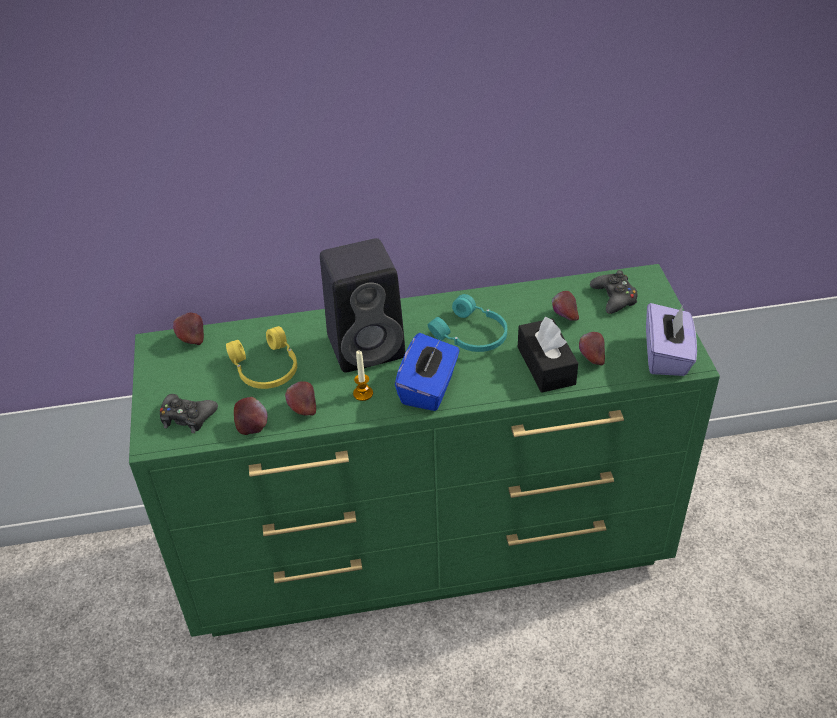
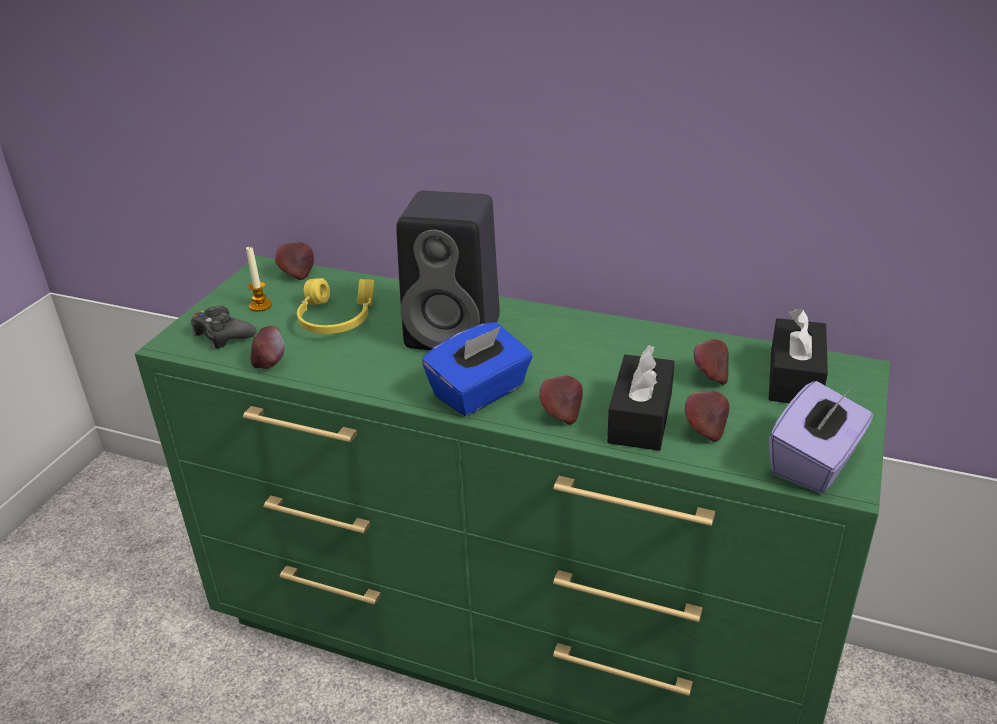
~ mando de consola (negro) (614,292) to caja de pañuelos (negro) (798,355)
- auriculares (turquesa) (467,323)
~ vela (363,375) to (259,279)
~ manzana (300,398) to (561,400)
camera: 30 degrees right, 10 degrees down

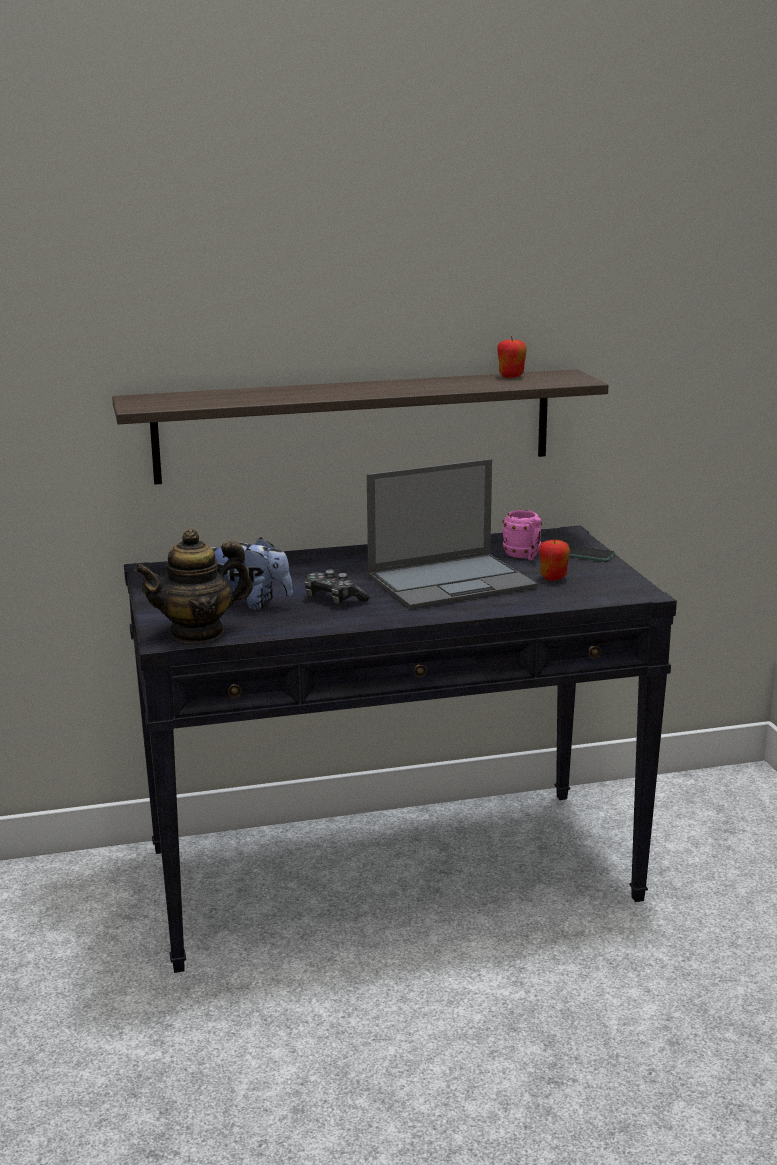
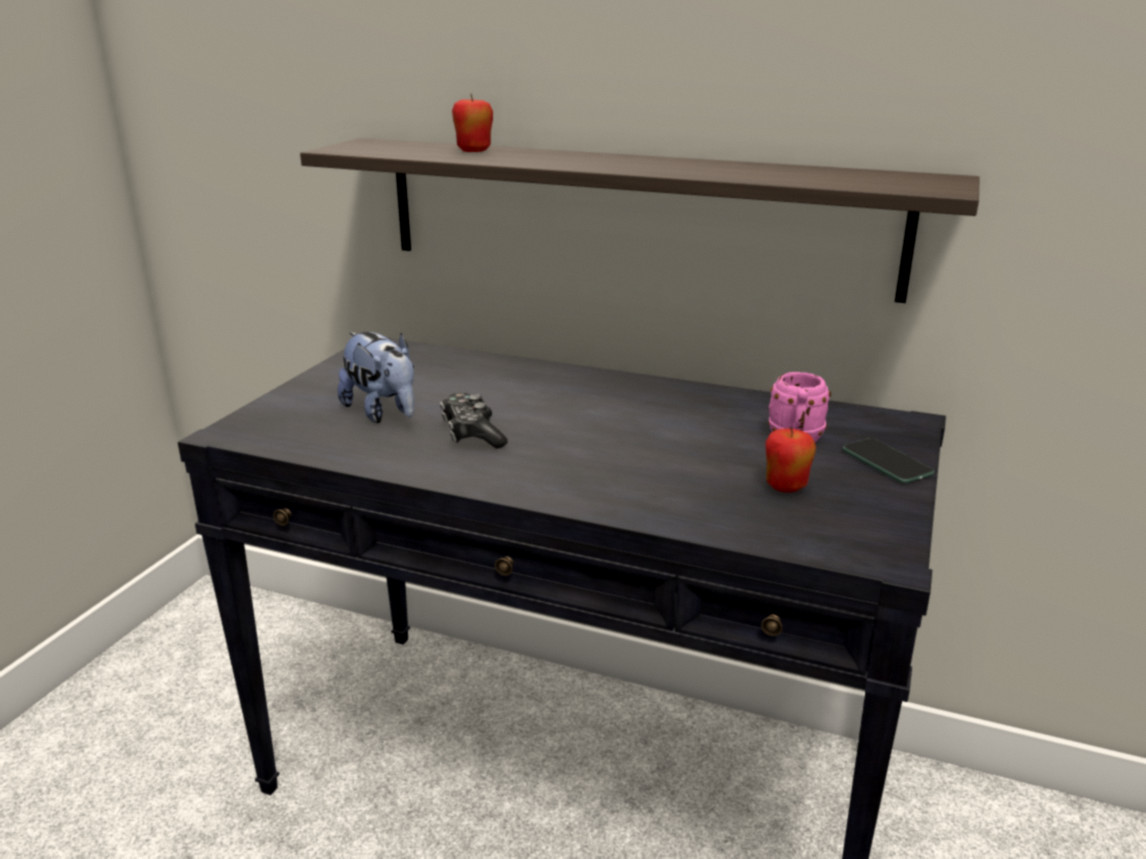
~ manzana (512,357) to (472,123)
- portátil (452,534)
- tetera (193,586)
camera: 35 degrees right, 5 degrees up

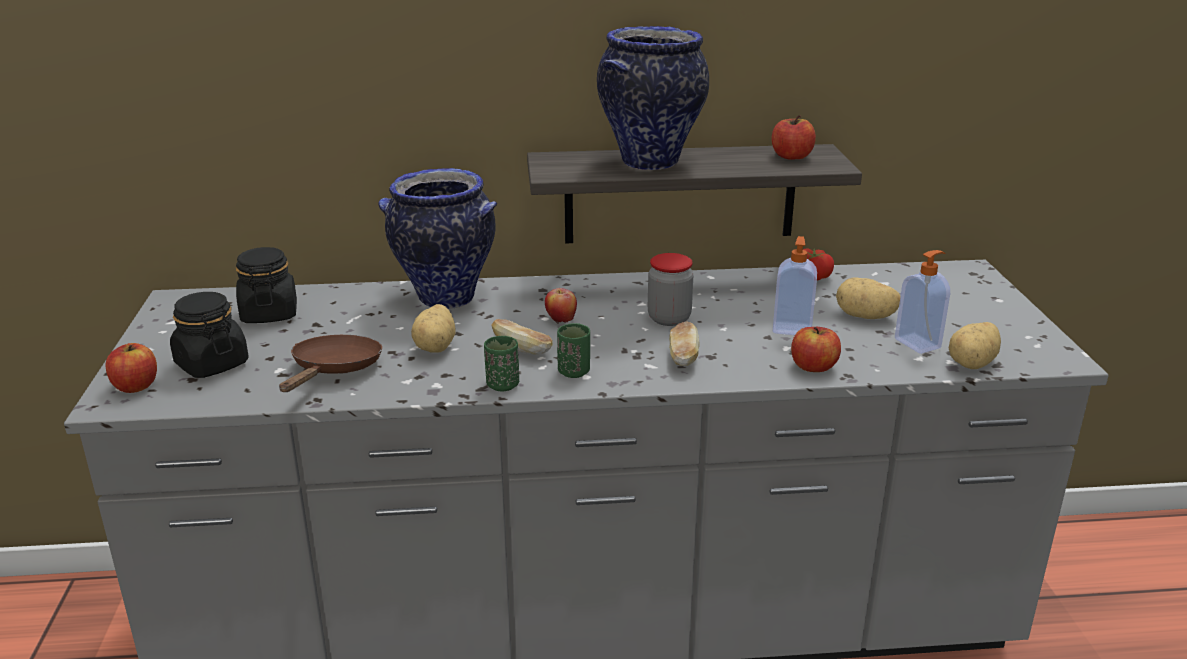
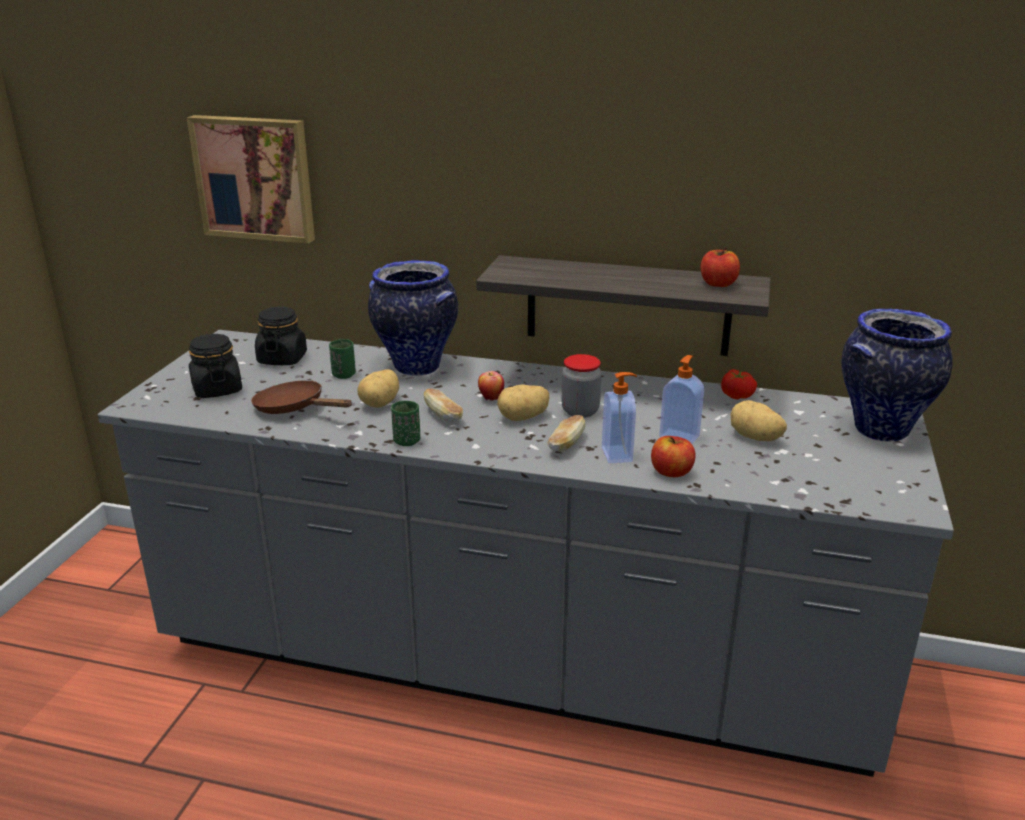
~ florero (653,98) to (896,375)
~ dispensador de jabón (922,302) to (619,417)
~ patata (975,345) to (523,403)
~ taza (verde) (573,350) to (342,359)
~ sartén (marrón) (330,363) = (301,397) 90 degrees counterclockwise
- manzana (131,368)
+ cuadro (251,179)
camera: 20 degrees right, 0 degrees up

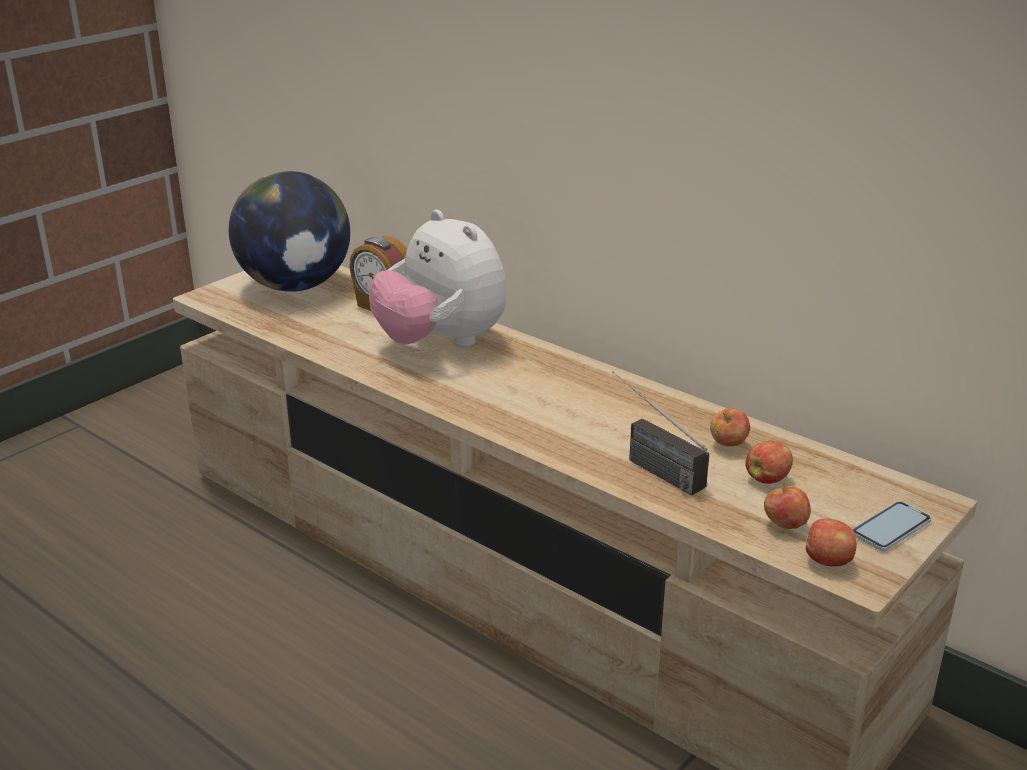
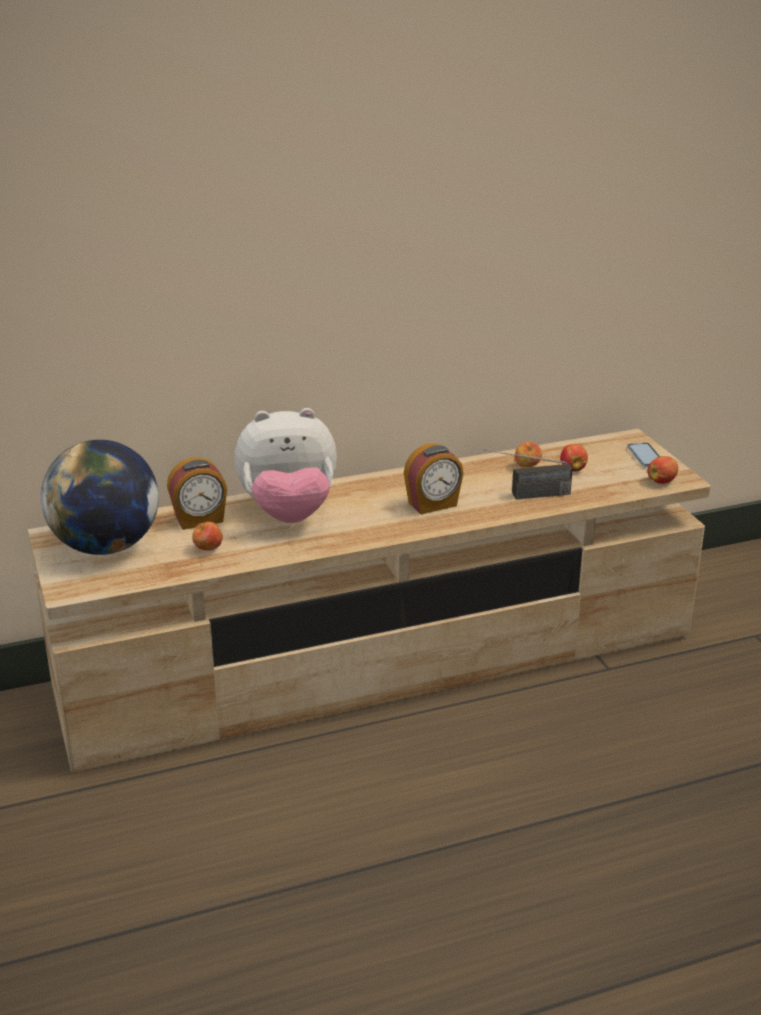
~ manzana (787,506) to (207,536)
+ despertador (434,479)
camera: 60 degrees left, 0 degrees up

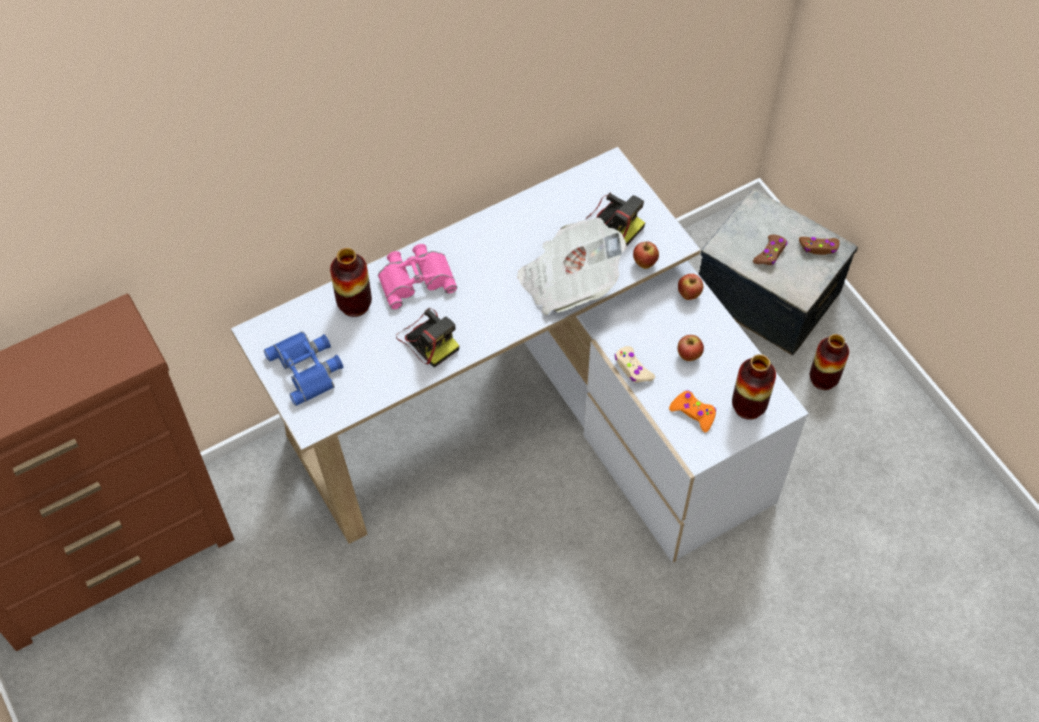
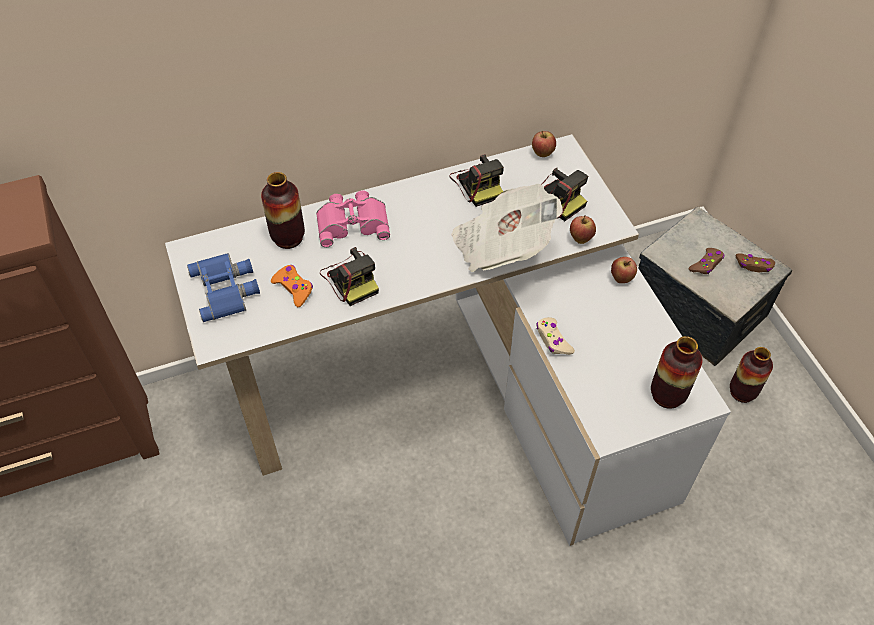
~ manzana (690,348) to (544,144)
~ mando de consola (naranja) (692,411) to (292,286)
+ cámara (477,180)
camera: 10 degrees right, 5 degrees down

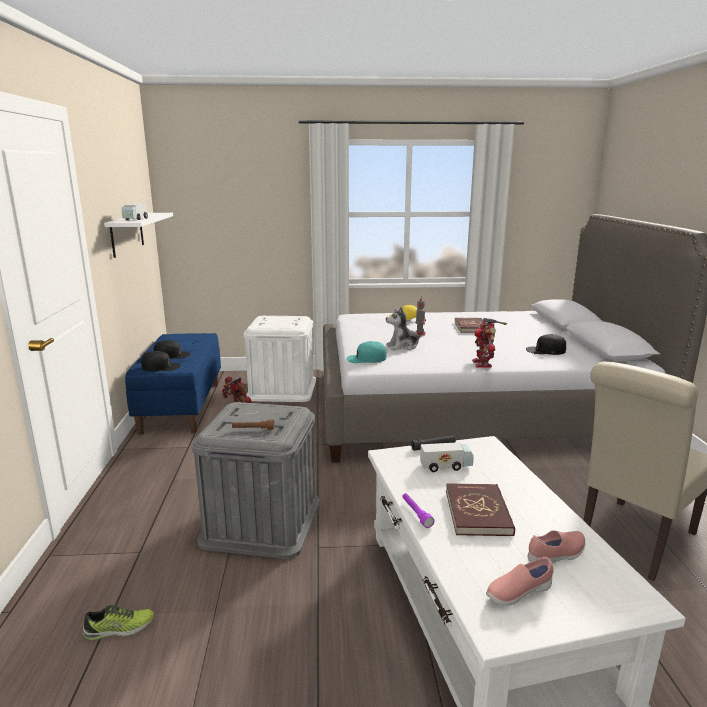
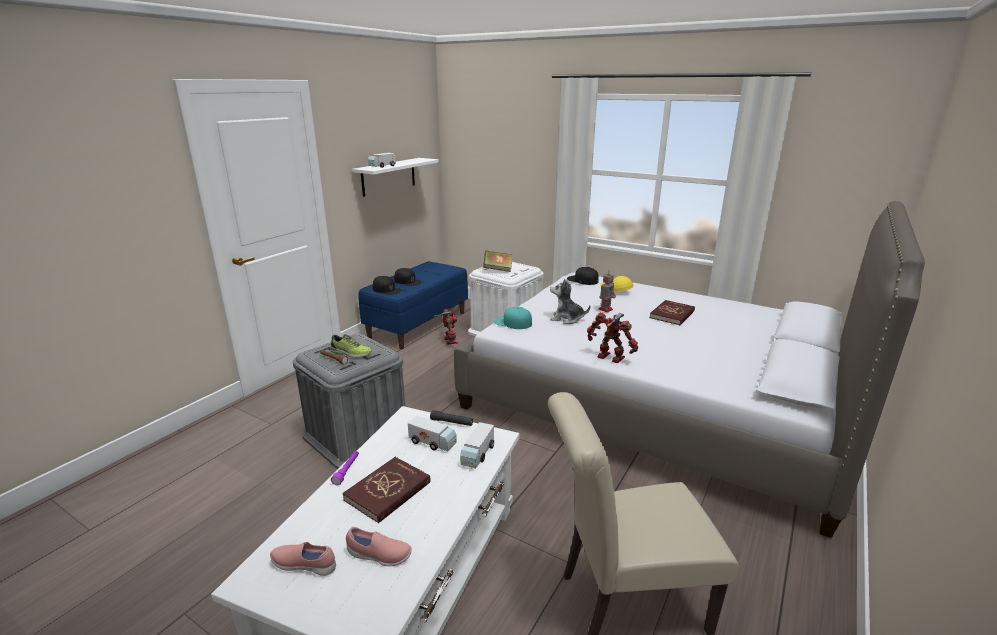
~ robot de juguete (489,342) = (612,337) 90 degrees clockwise
~ gorra (negro) (546,344) to (583,276)
~ zapato (118,622) to (351,346)
+ libro (497,261)
+ camión de juguete (477,445)
camera: 35 degrees right, 5 degrees up

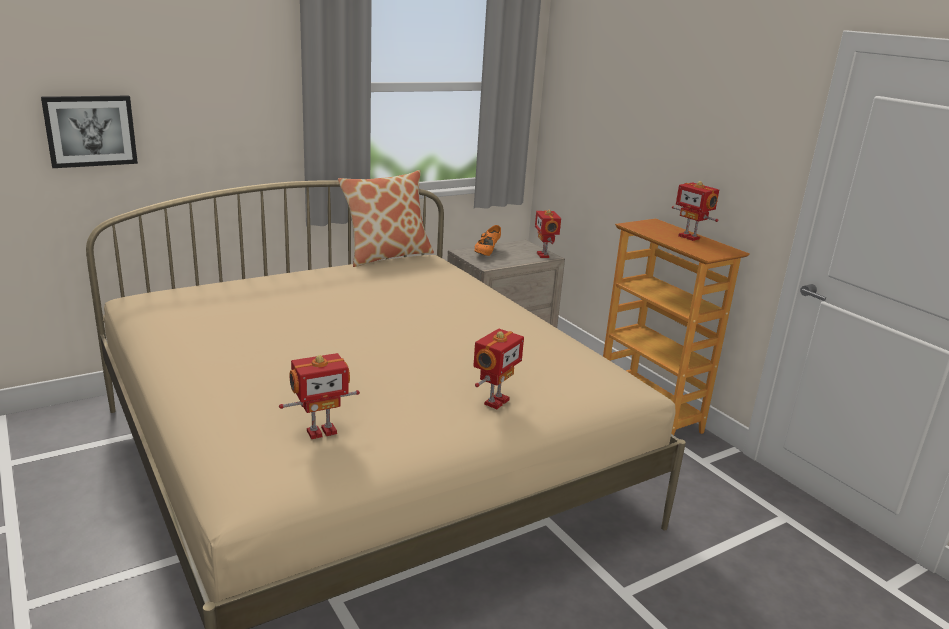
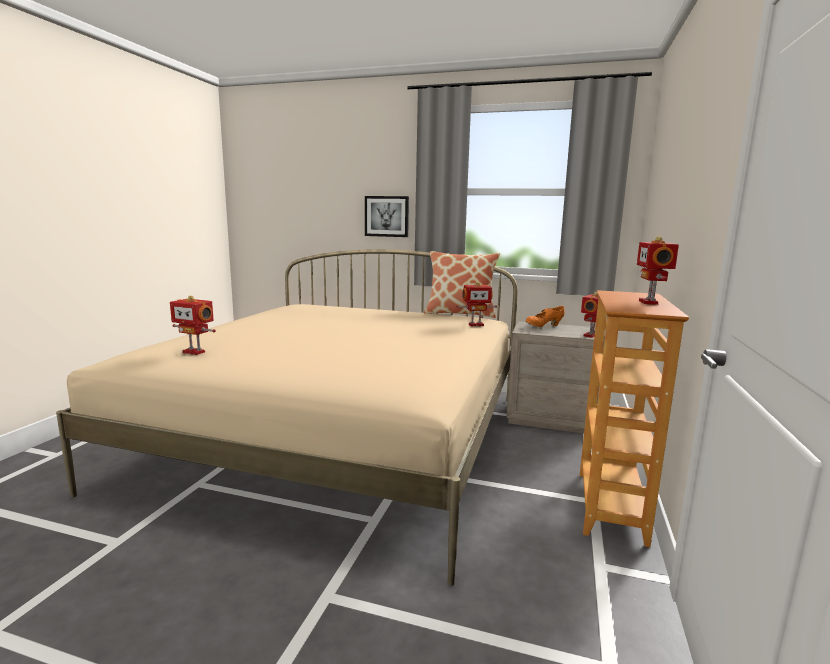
~ cuadro (89,132) to (387,216)
~ robot de juguete (498,369) to (476,304)
camera: 50 degrees right, 10 degrees down

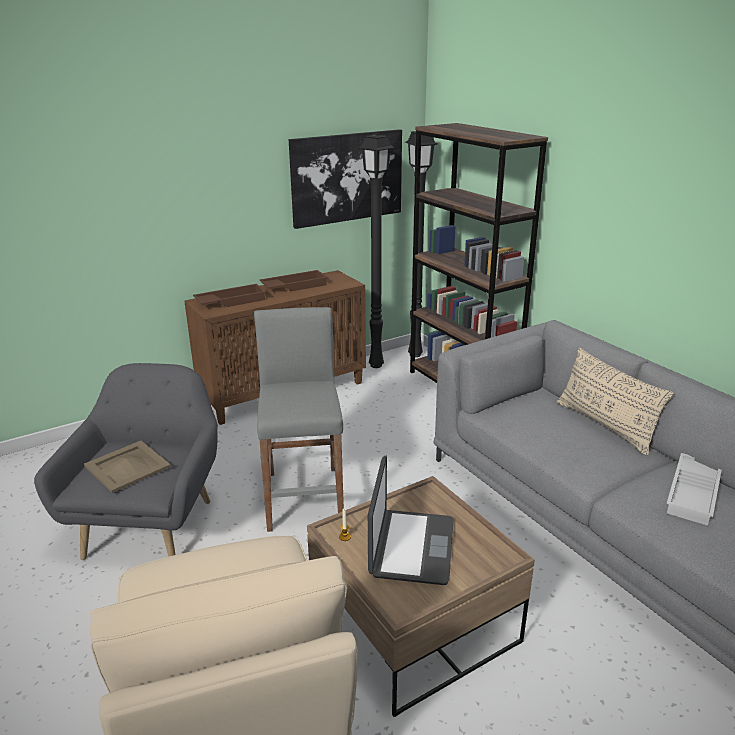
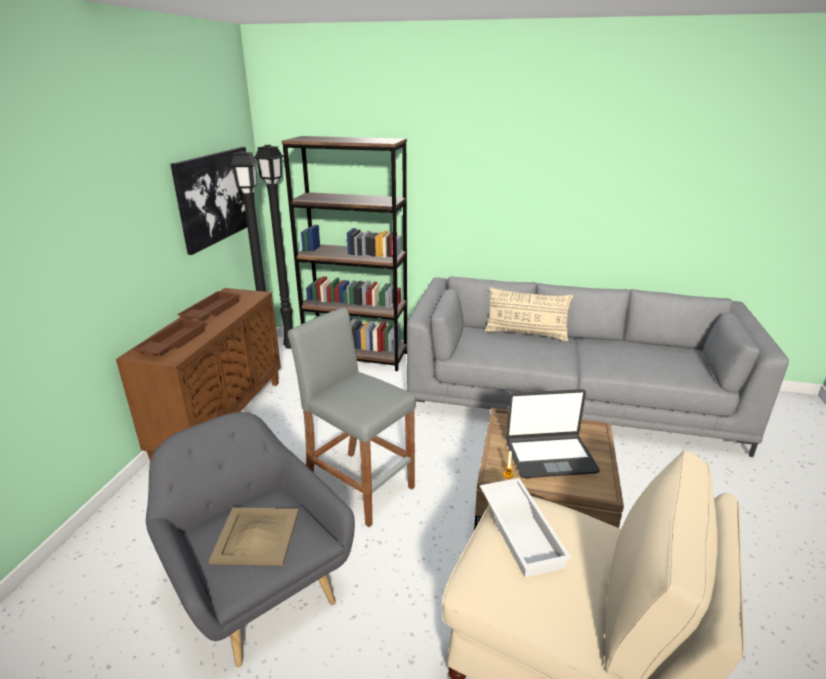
~ bandeja (blanco) (694,489) to (525,527)
~ portátil (411,520) = (553,433) 120 degrees clockwise
camera: 45 degrees left, 0 degrees up

